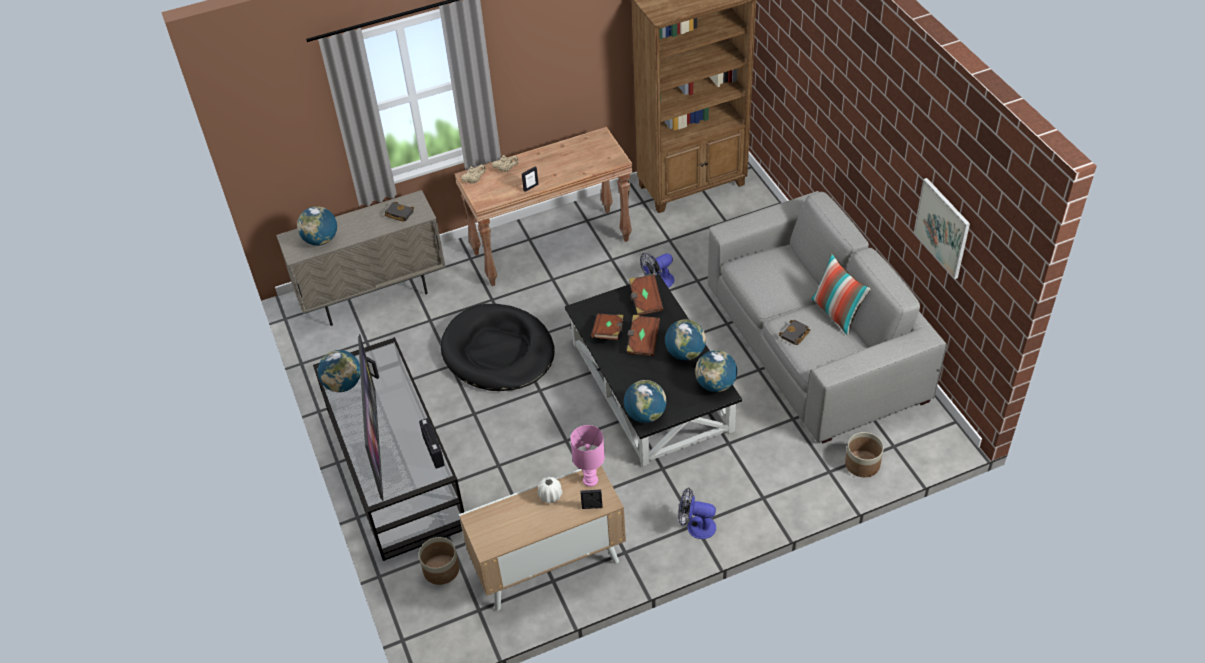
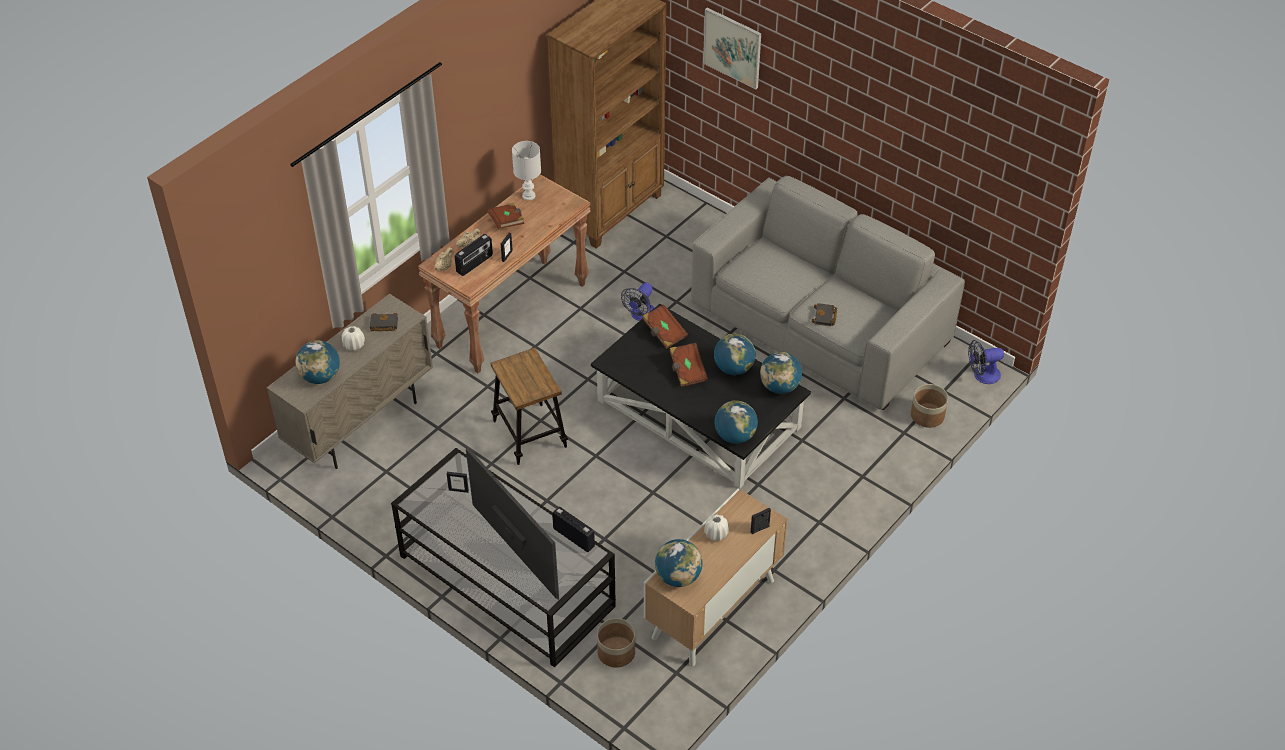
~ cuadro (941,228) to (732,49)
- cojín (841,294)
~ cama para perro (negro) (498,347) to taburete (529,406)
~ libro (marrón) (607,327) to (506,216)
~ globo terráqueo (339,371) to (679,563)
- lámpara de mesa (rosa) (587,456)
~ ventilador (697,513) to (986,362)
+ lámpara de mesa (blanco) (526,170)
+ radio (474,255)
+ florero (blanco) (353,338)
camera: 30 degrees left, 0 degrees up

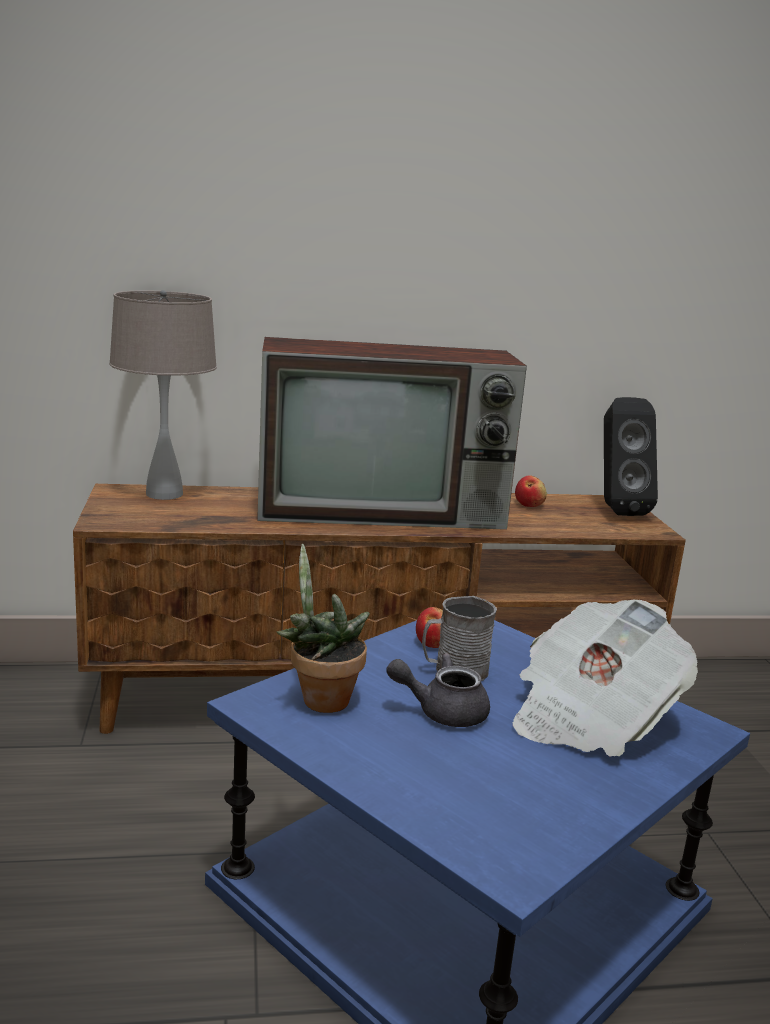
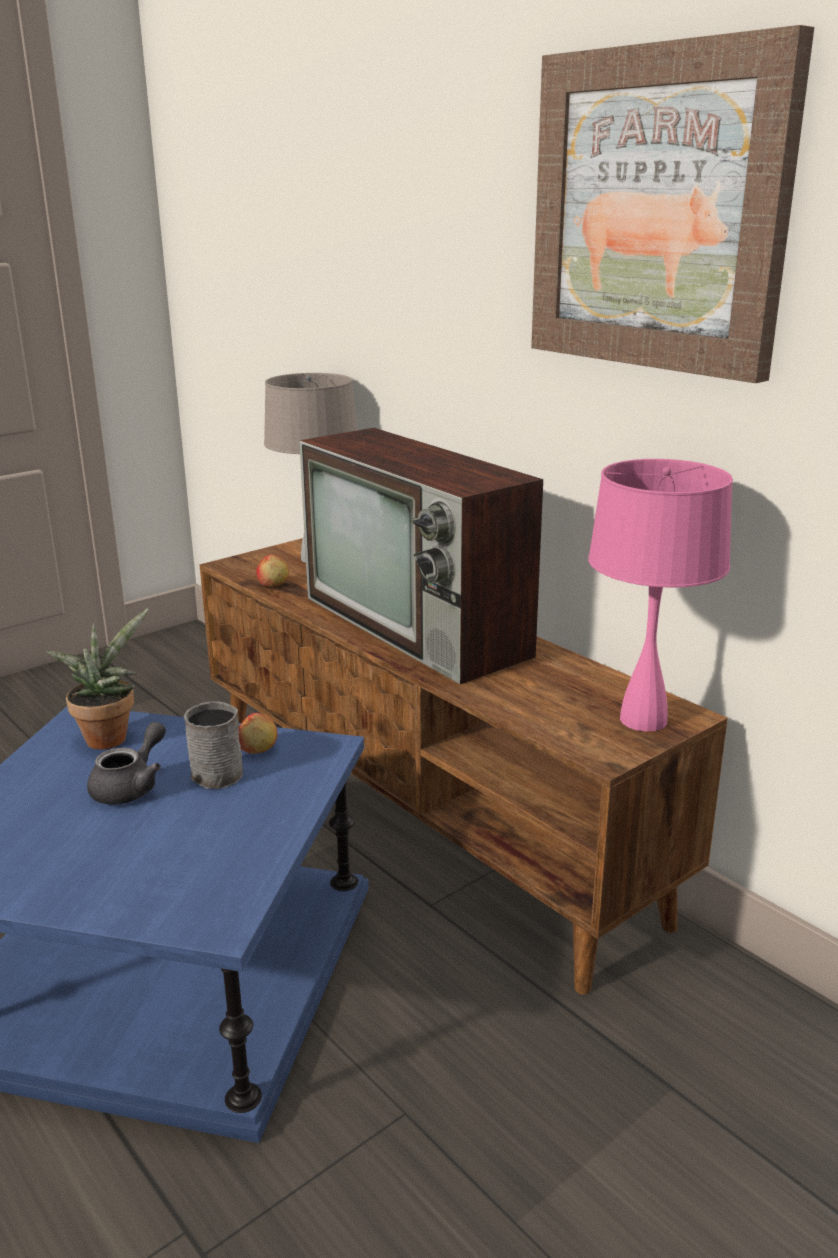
~ altavoz (negro) (631,456) to lámpara de mesa (rosa) (660,595)
~ manzana (531,491) to (272,570)
- periódico (605,678)
~ tetera (gris) (438,690) = (126,763) 60 degrees clockwise
+ cuadro (672,204)
camera: 60 degrees right, 5 degrees up

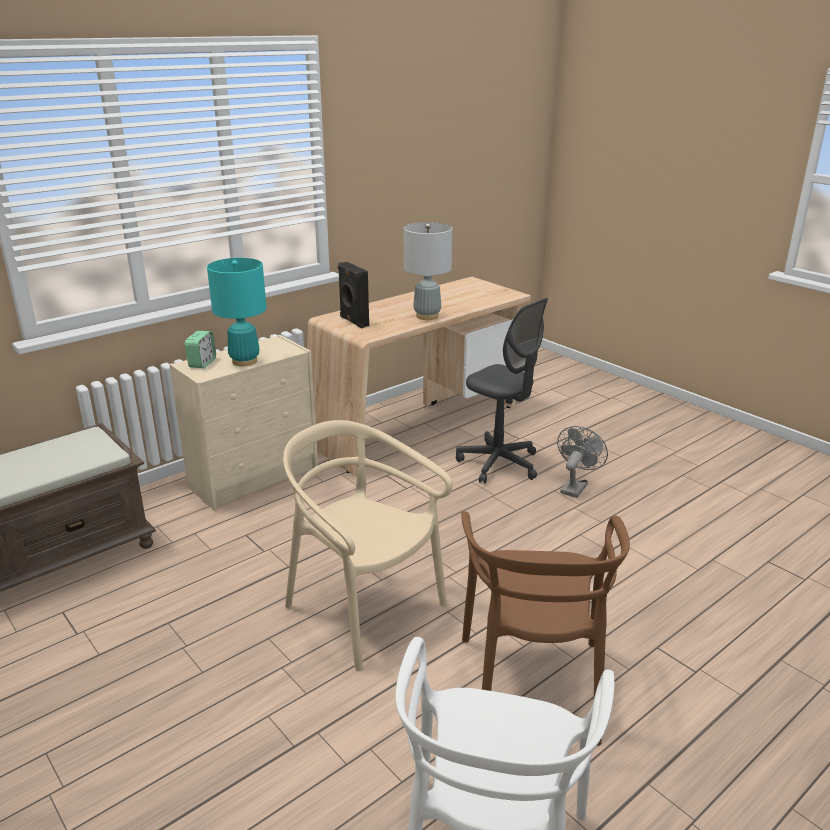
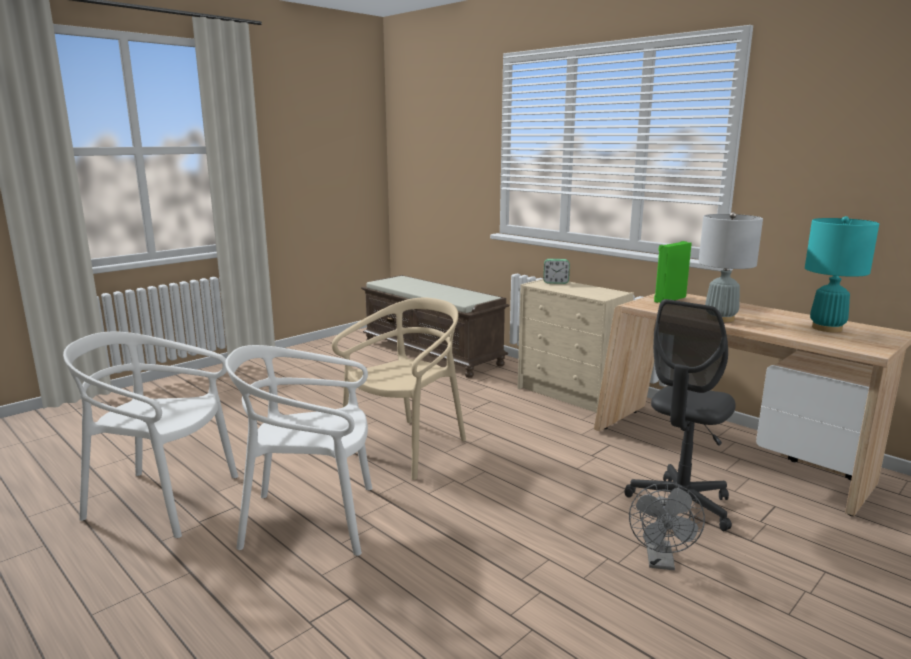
~ lámpara de mesa (turquesa) (236,312) to (842,274)
~ altavoz (negro) (353,295) to altavoz (verde) (673,272)
~ ventilador (gris) (582,462) = (667,526) 75 degrees clockwise
~ silla (marrón) (545,628) to silla (blanco) (299,450)
camera: 85 degrees right, 10 degrees down

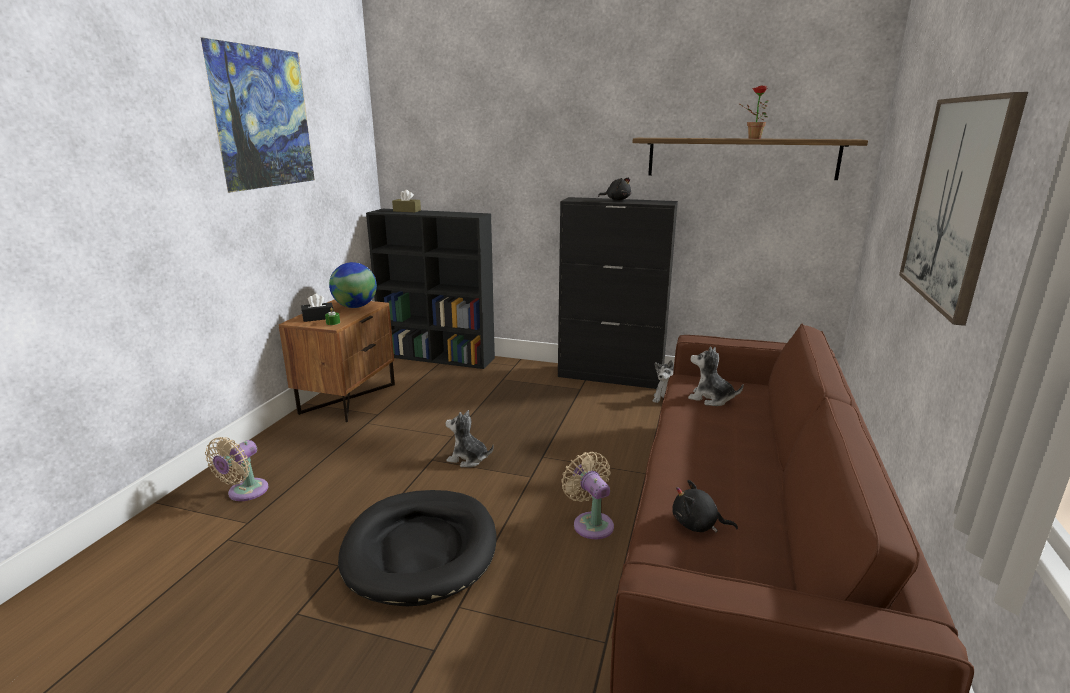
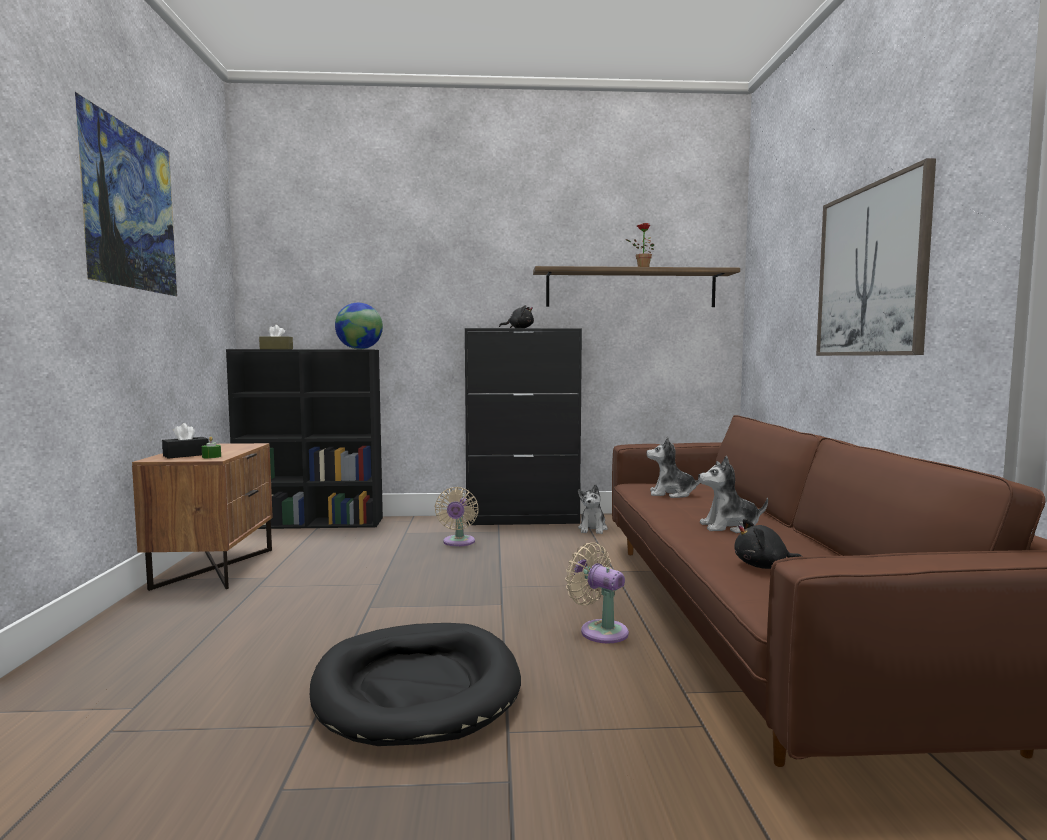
~ globo terráqueo (353,285) to (359,326)
~ peluche (469,438) to (733,494)
~ ventilador (beis) (236,469) to (457,516)
camera: 20 degrees left, 15 degrees down

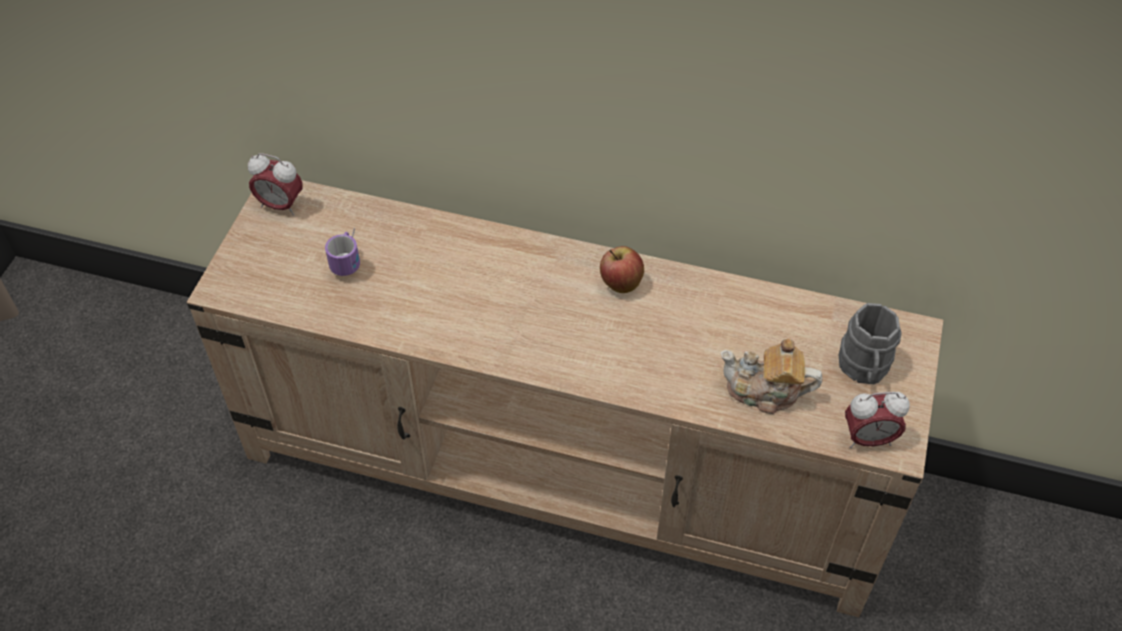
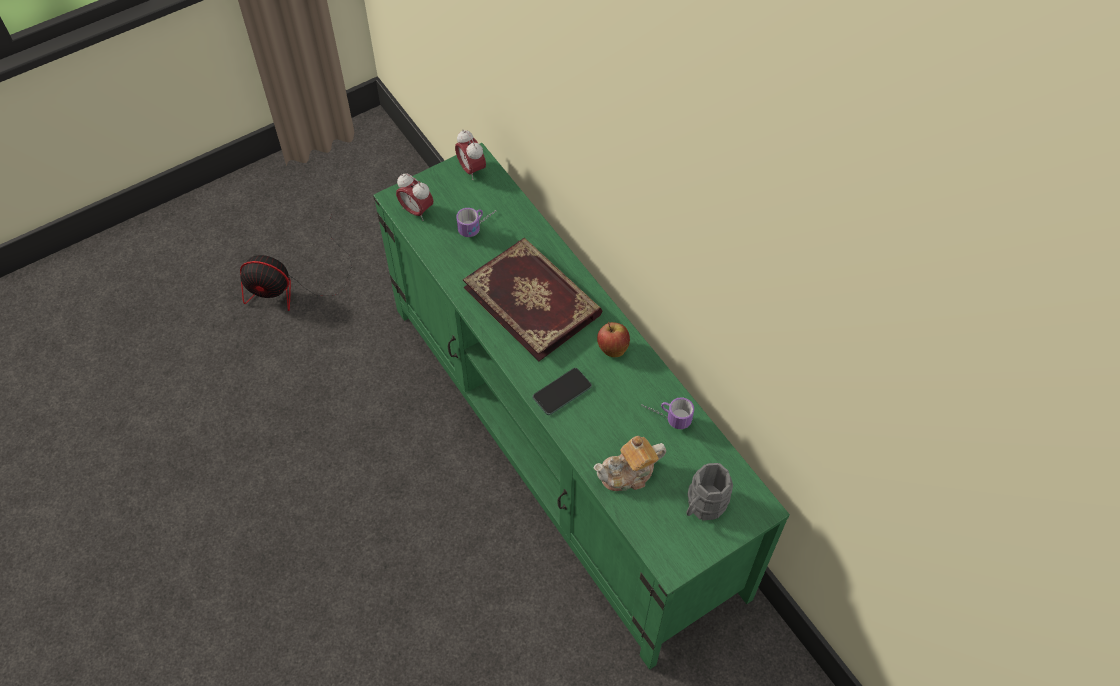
~ mueble de televisión (beis) (565,398) to mueble de televisión (verde) (581,406)
~ tetera (771,376) = (630,463) 75 degrees counterclockwise
~ despertador (877,420) to (415,197)
+ ventilador (296,262)
+ libro (532,299)
+ móvil (562,391)
+ taza grande (667,413)
camera: 40 degrees right, 5 degrees up

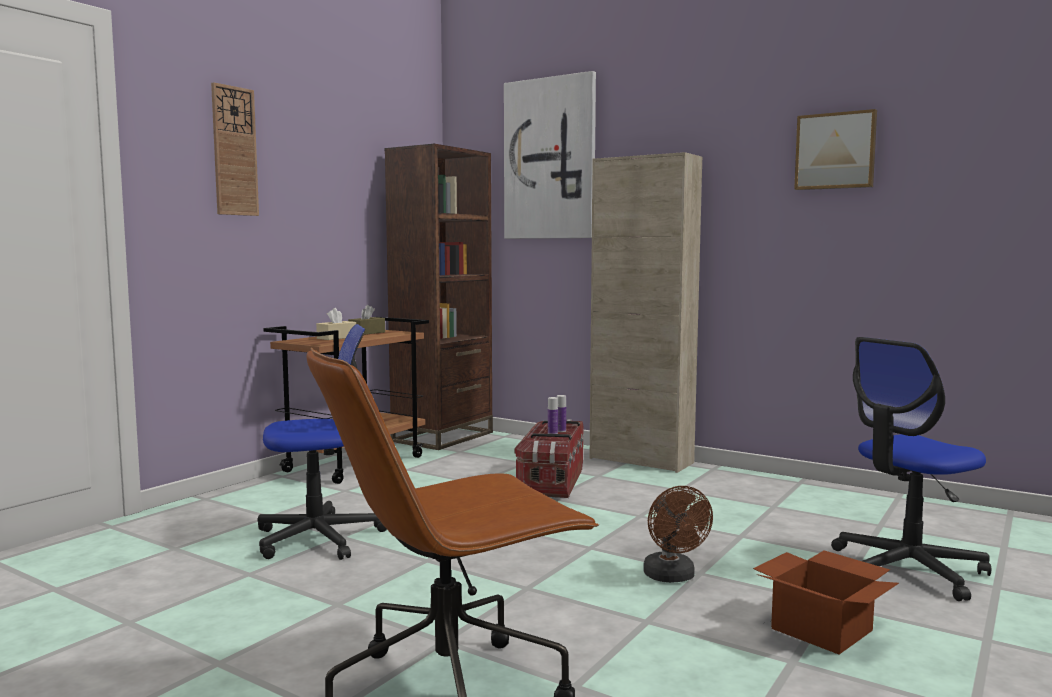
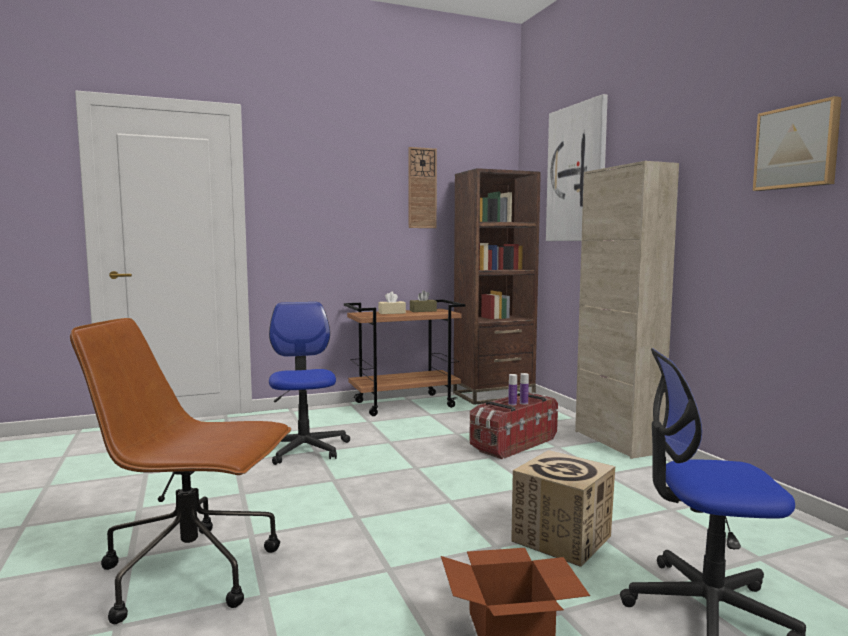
~ reloj de pared (235,149) to (422,187)
~ silla de oficina (322,442) = (309,383) 120 degrees counterclockwise
- ventilador (marrón) (678,534)
+ caja de cartón (563,508)
camera: 35 degrees right, 0 degrees up

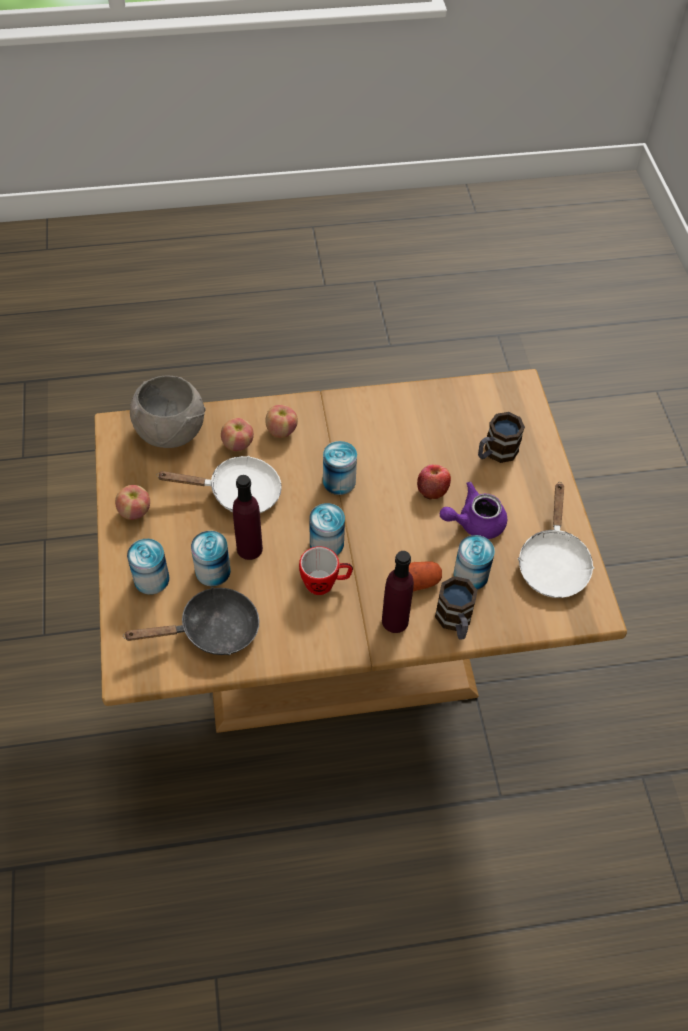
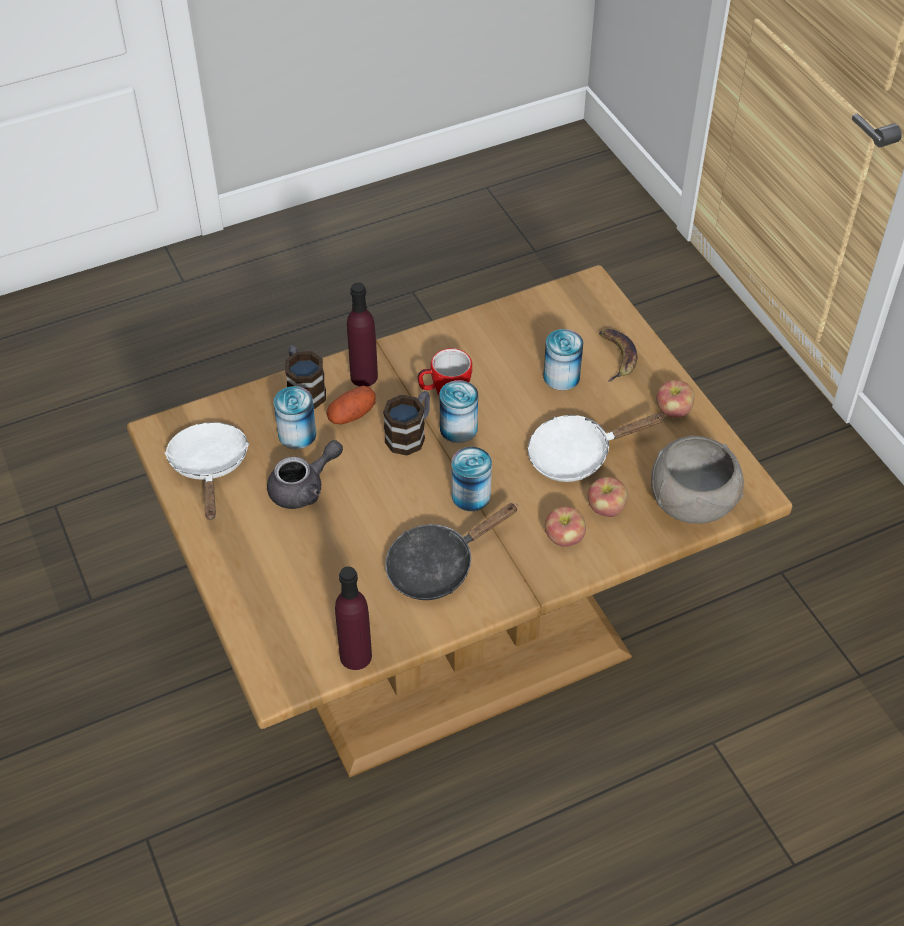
~ taza grande (501,437) to (406,423)
- manzana (434,482)
~ botella (morado) (248,517) to (353,618)
~ tetera (morado) (473,510) to tetera (gris) (305,474)
~ lata (148,567) to plátano (618,355)
~ sartén (negro) (191,621) to (451,551)
camera: 165 degrees right, 5 degrees down

